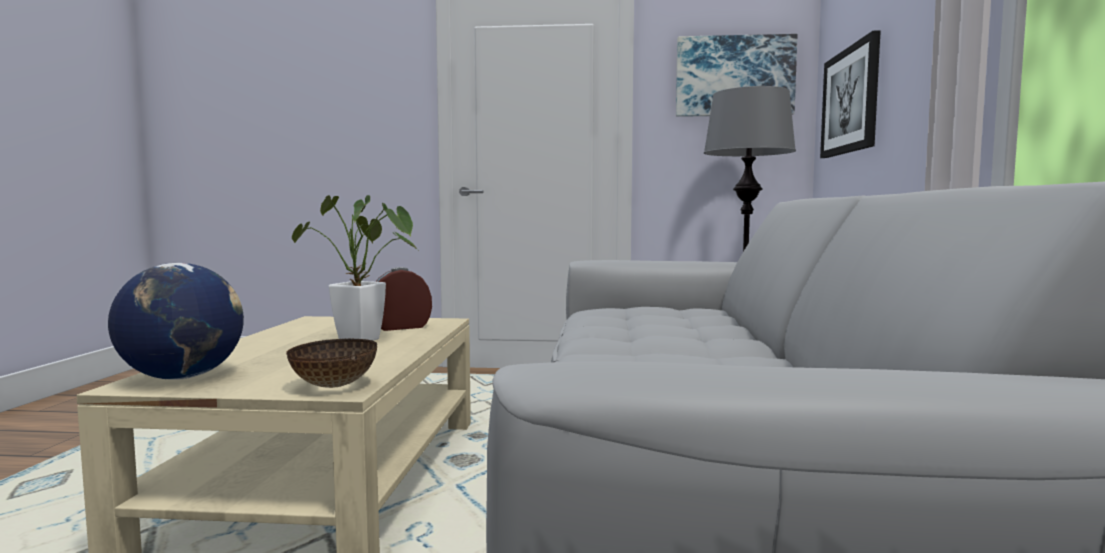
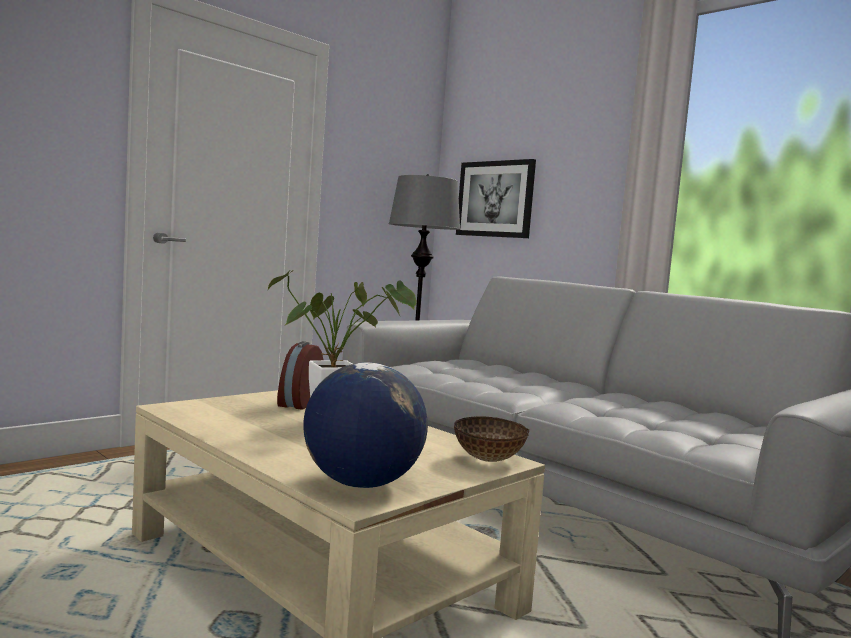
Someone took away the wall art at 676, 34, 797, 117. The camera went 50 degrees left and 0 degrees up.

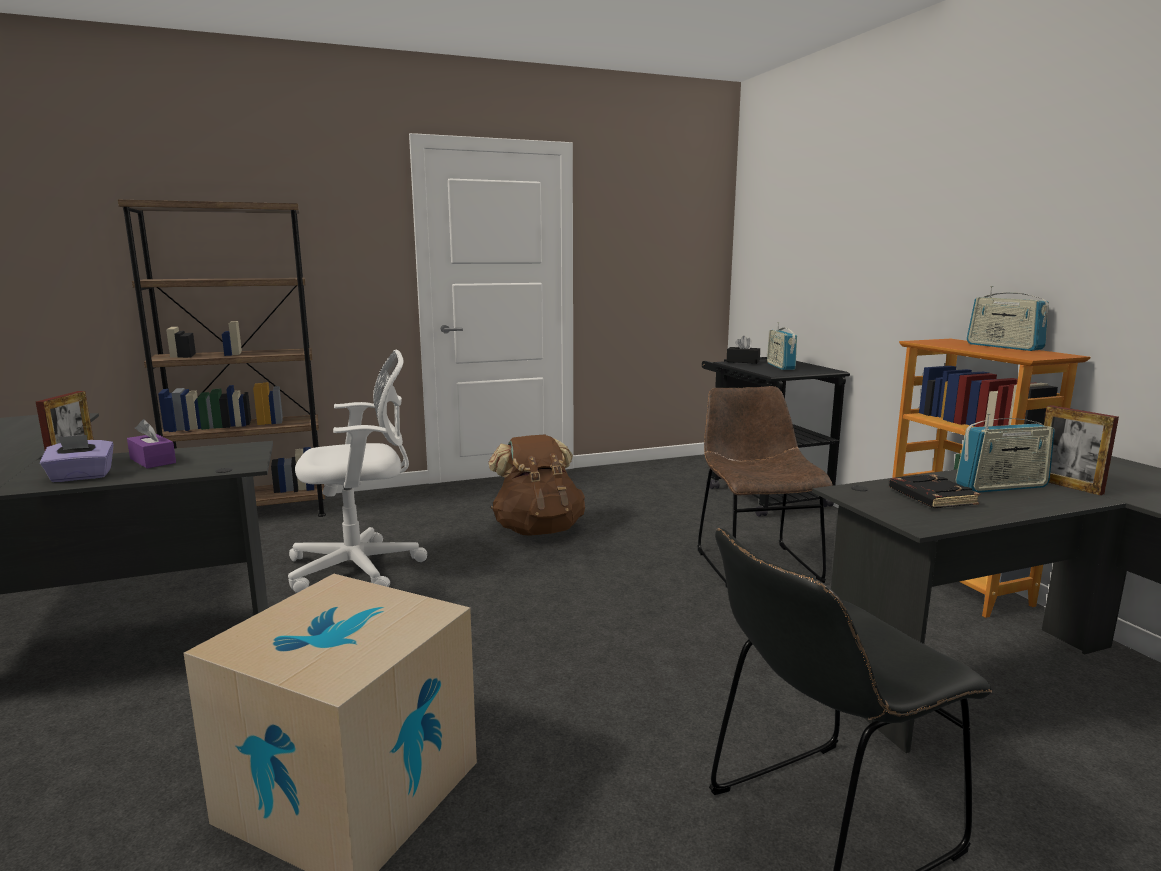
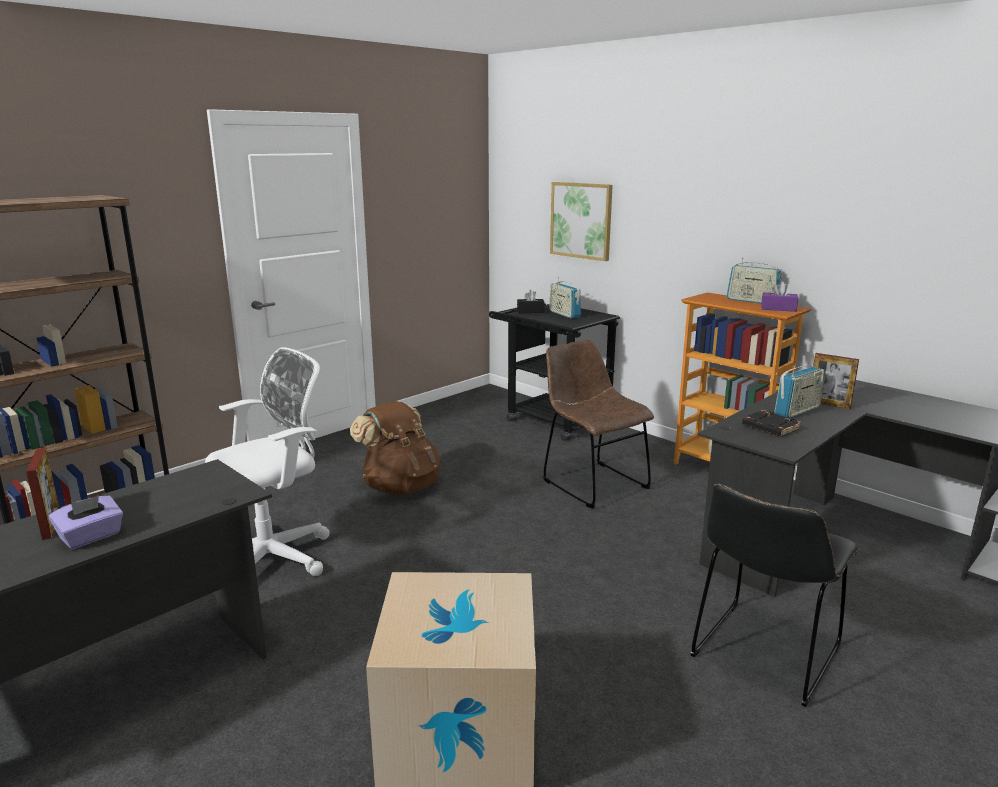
Someone put up the wall art at 550, 182, 613, 261. Someone carried the tissue box in purplish from 127, 419, 176, 469 to 761, 281, 798, 312. The camera went 25 degrees left and 5 degrees up.

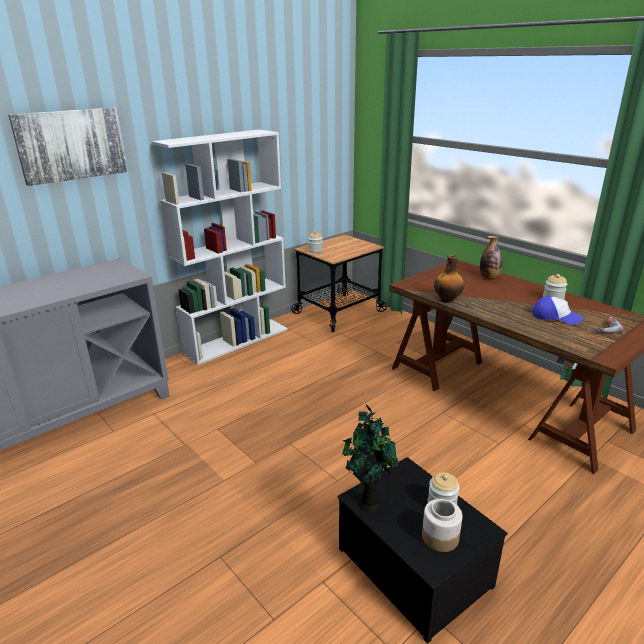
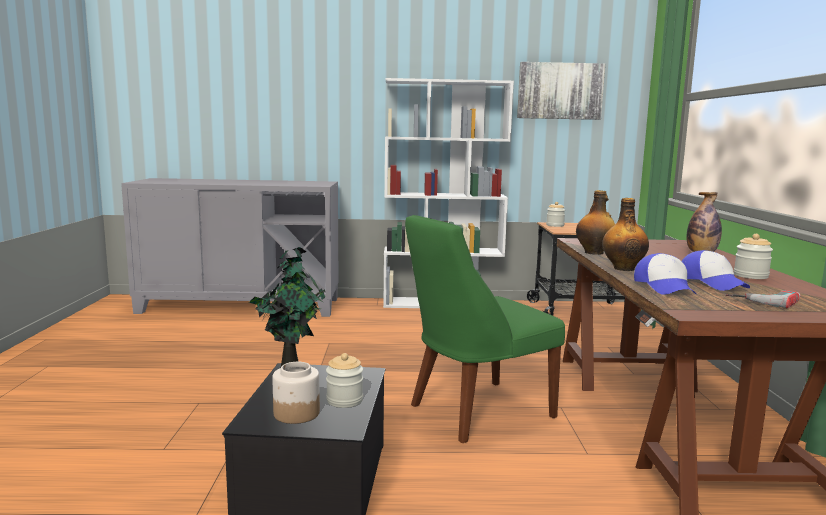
Someone put down the plain chair in greenish at 405, 215, 565, 443. Someone carried the wall art from 8, 107, 128, 186 to 517, 62, 605, 120. Someone put down the drink bottle at 602, 198, 649, 271. Someone put down the cap at 634, 253, 696, 295. The camera went 40 degrees right and 15 degrees down.

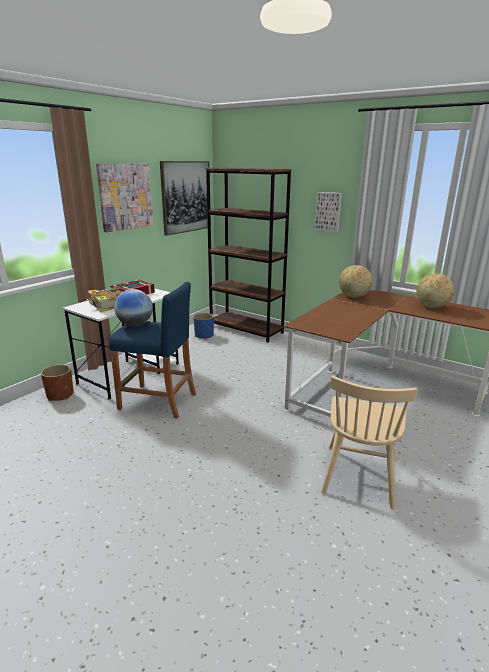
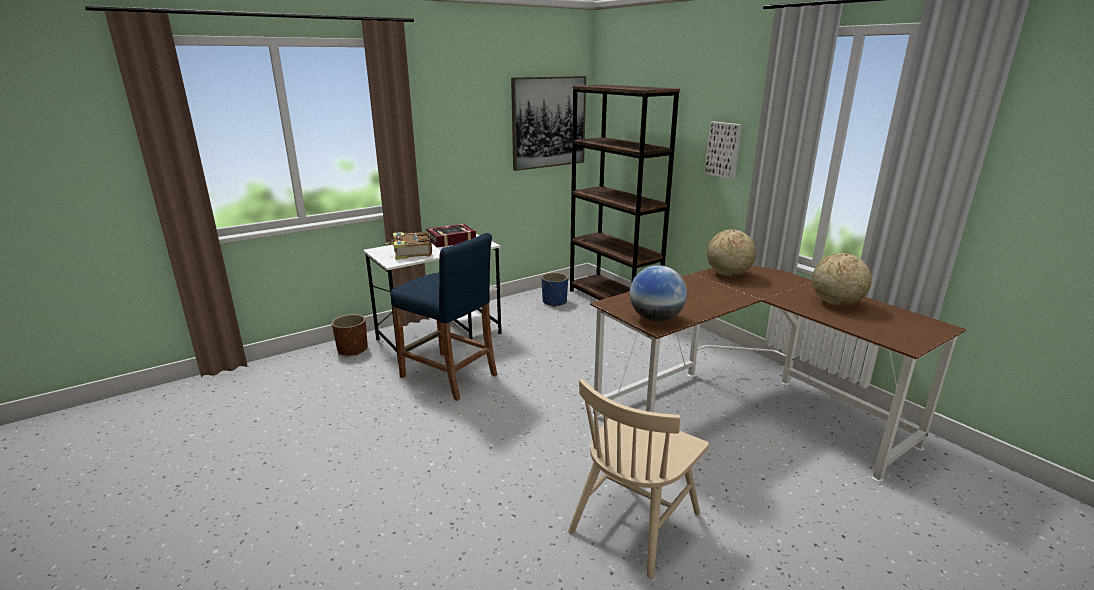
Someone carried the desk globe from 114, 289, 153, 326 to 630, 265, 687, 322. Someone took away the wall art at 96, 163, 153, 232. The camera went 20 degrees right and 0 degrees up.

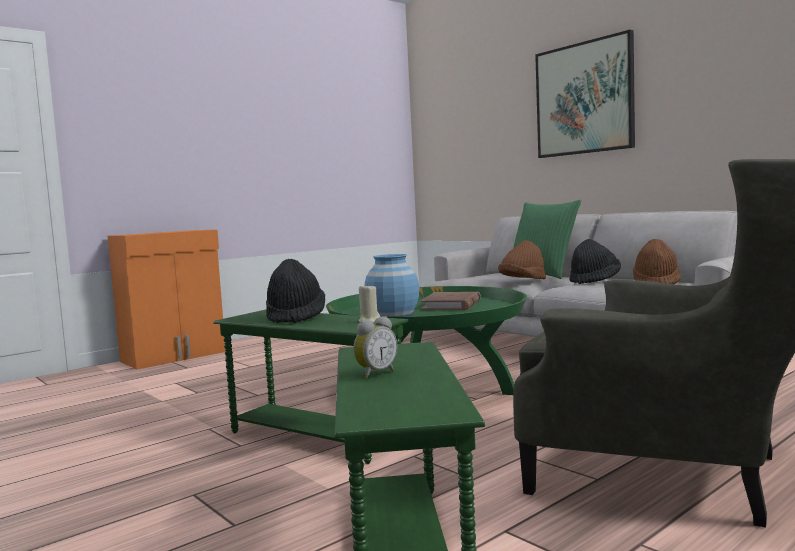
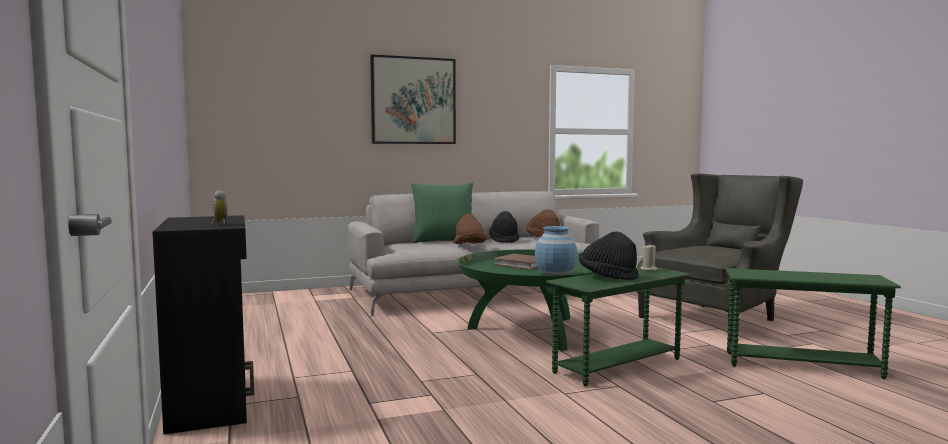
Someone repainted the cabinet in orangey at 108, 230, 225, 369, which became the cabinet in blackish at 153, 215, 254, 434. Someone carried the alarm clock from 354, 316, 398, 379 to 211, 190, 228, 226. The camera went 70 degrees left and 0 degrees up.

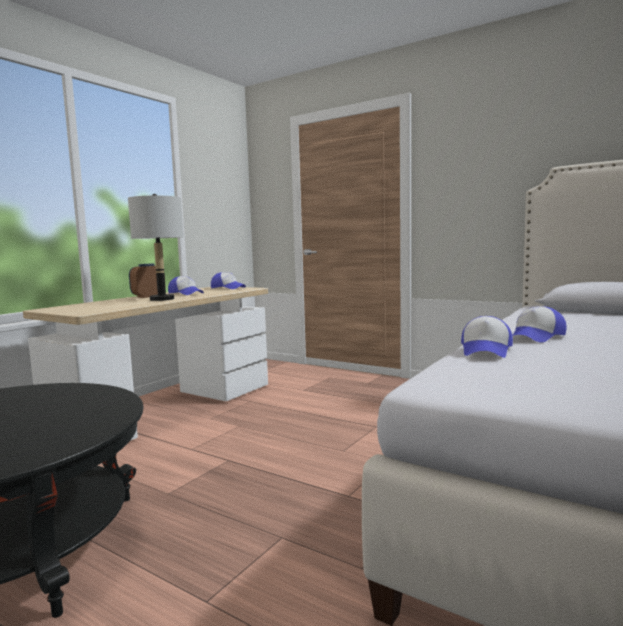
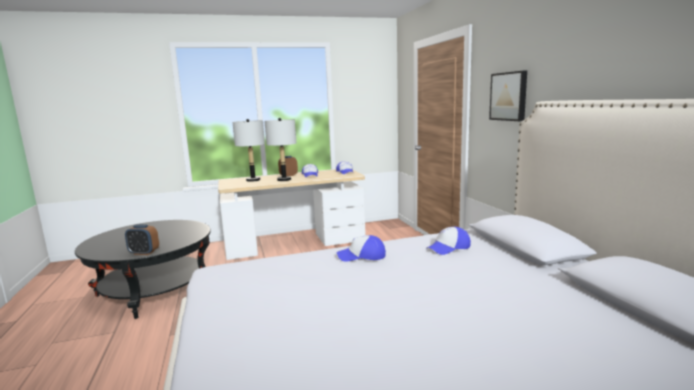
Someone put down the alarm clock at 125, 224, 159, 255. Someone put down the lamp for a table in greyish at 232, 119, 265, 182. Someone carried the cap from 461, 316, 513, 358 to 427, 227, 471, 255. Someone put up the wall art at 489, 71, 527, 121. The camera went 40 degrees right and 5 degrees up.

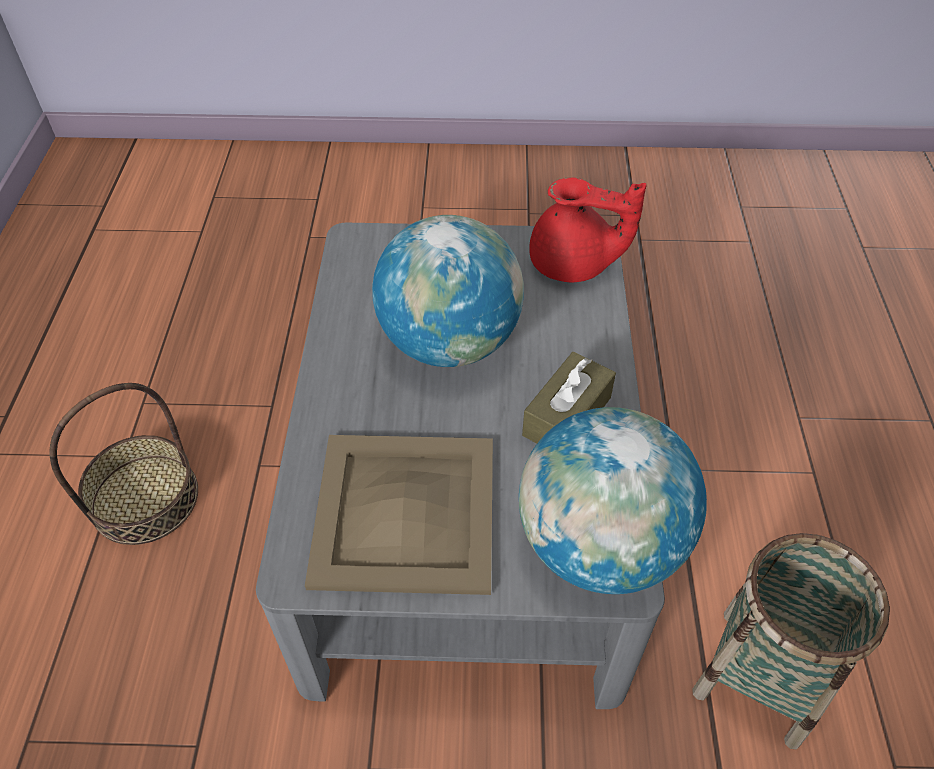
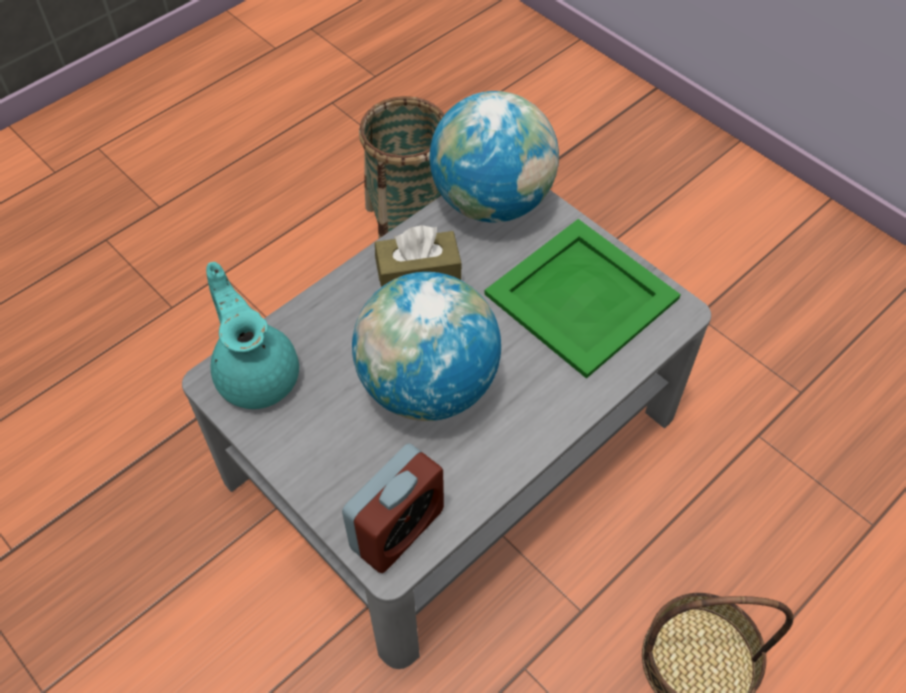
Someone repainted the tea pot in red-coloured at 529, 177, 646, 282, which became the tea pot in turquoise at 206, 262, 299, 409. Someone put down the alarm clock at 342, 443, 444, 573. Someone repainted the tray in beige at 305, 435, 493, 595, which became the tray in greenish at 484, 219, 681, 379. The camera went 135 degrees left and 5 degrees up.

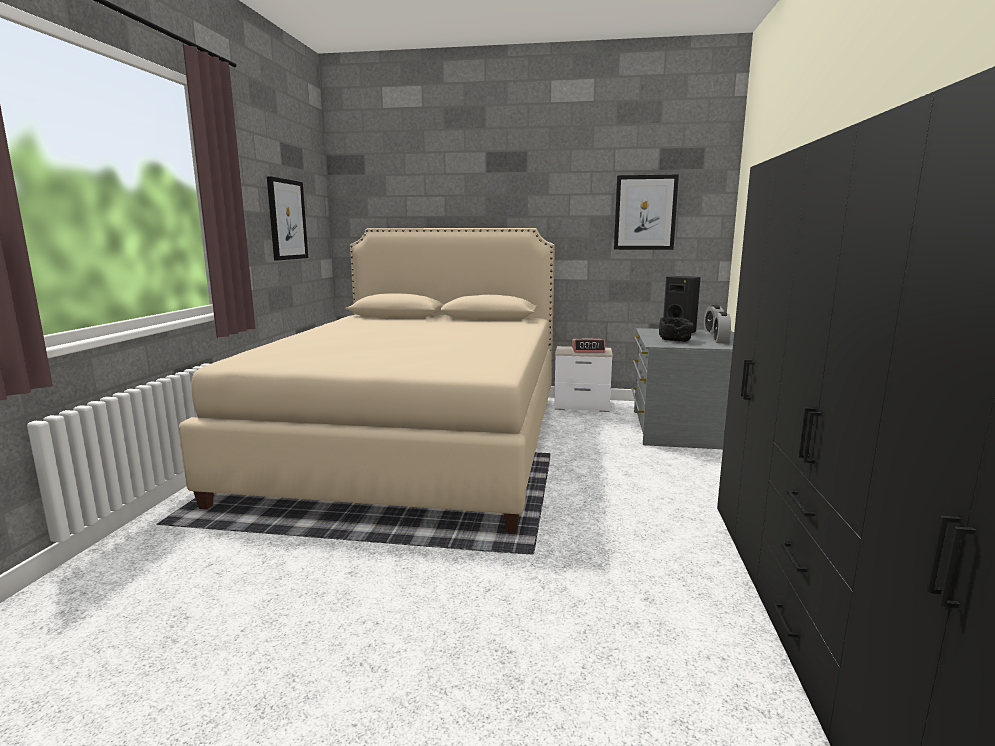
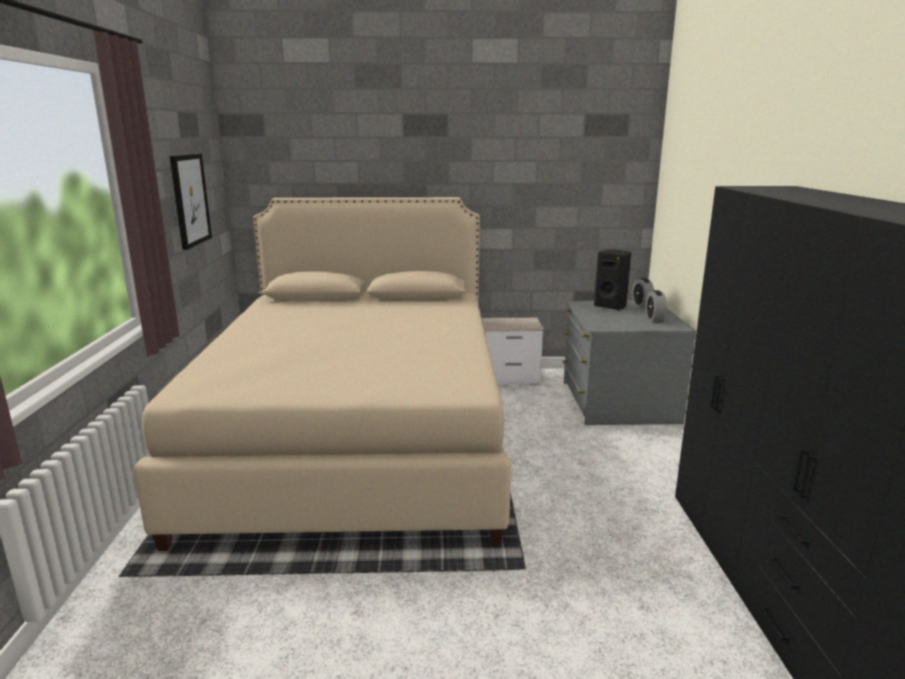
Someone took away the alarm clock at 572, 339, 605, 353. Someone took away the wall art at 614, 175, 679, 250. Someone took away the serving bowl in blackish at 659, 317, 694, 342. The camera went 10 degrees left and 5 degrees up.

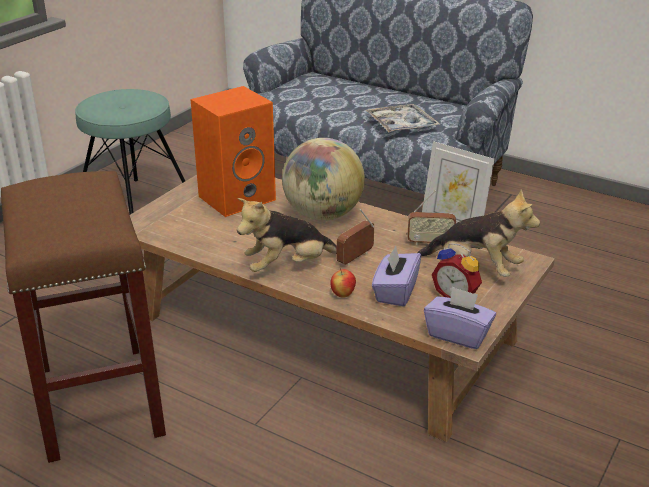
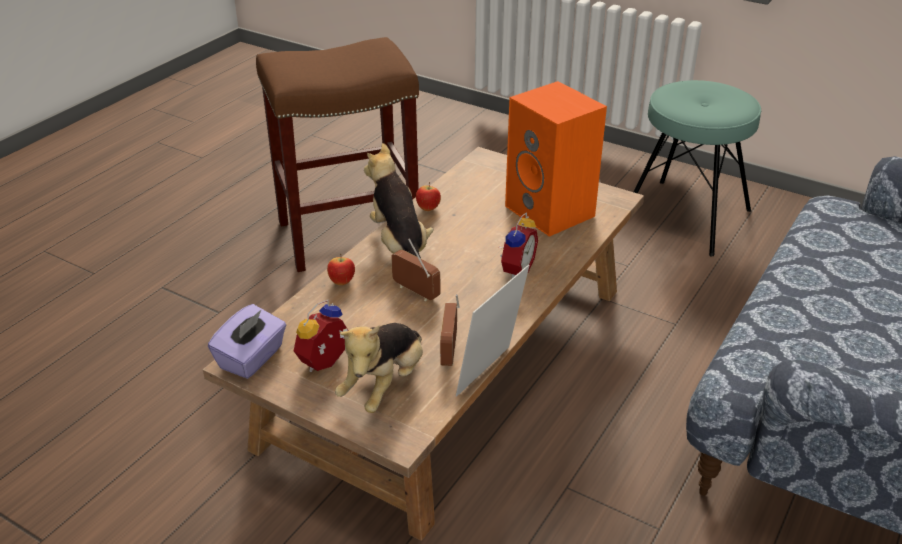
Someone put down the apple at 416, 182, 441, 211. Someone swapped the desk globe at 282, 138, 365, 221 for the alarm clock at 499, 212, 538, 278. Someone took away the tray at 366, 104, 440, 132. Someone took away the tissue box in purplish at 372, 245, 421, 307. The camera went 90 degrees right and 5 degrees up.

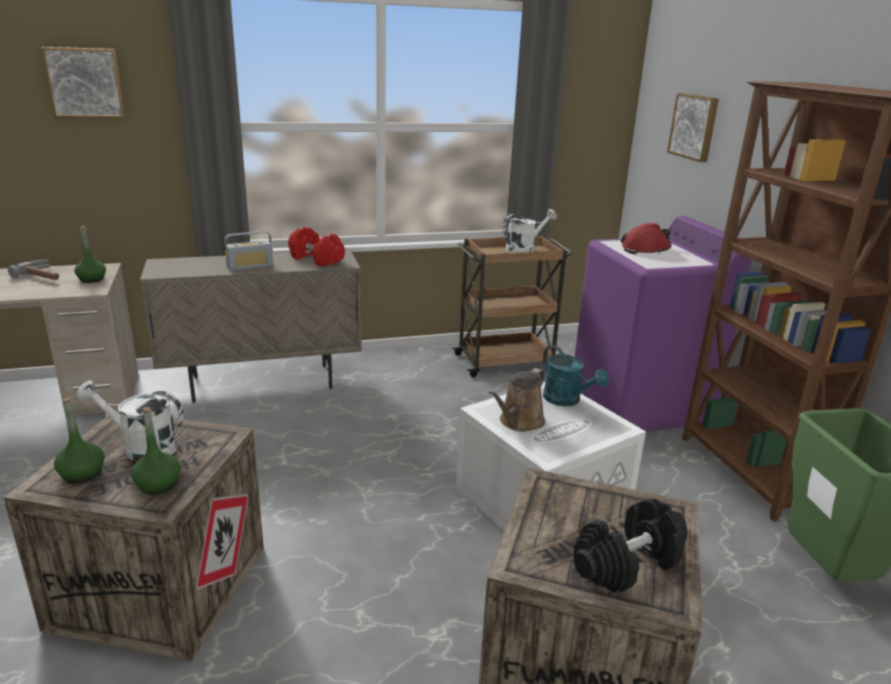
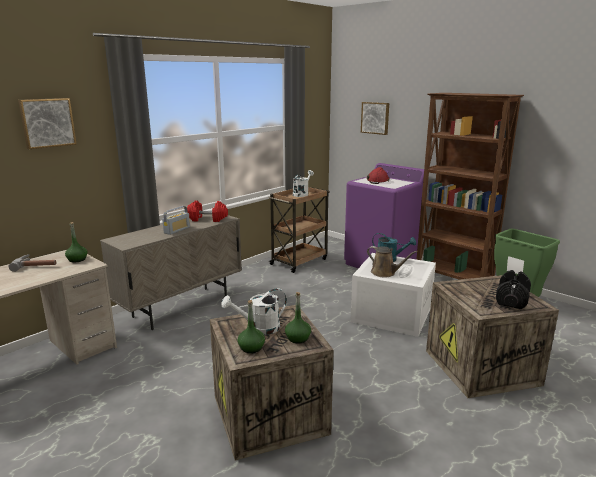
Someone rotated the watering pot in brown-coloured at 489, 368, 545, 432 by 60 degrees counterclockwise. The camera went 30 degrees left and 5 degrees down.

